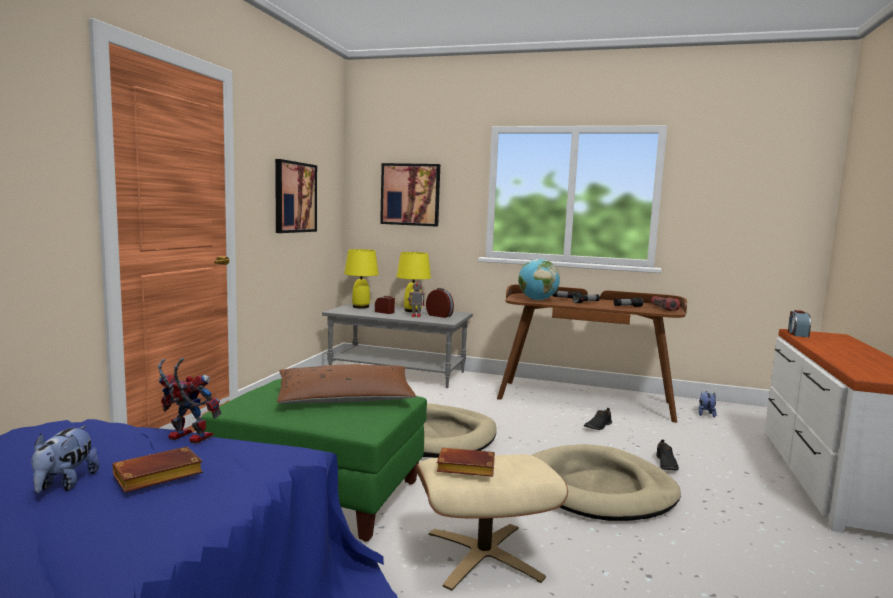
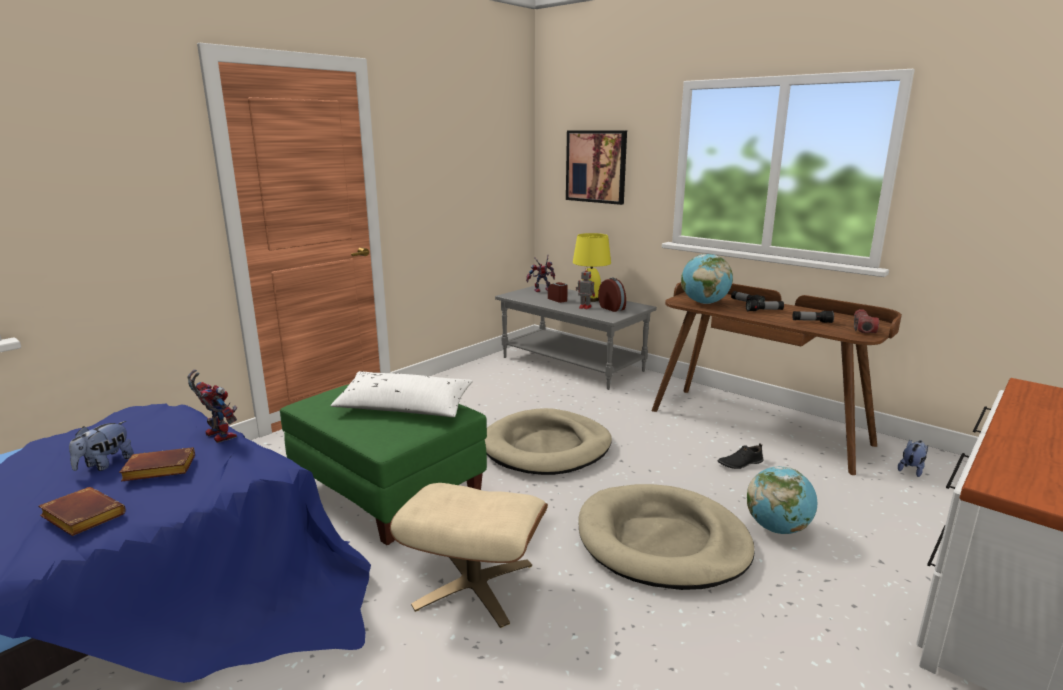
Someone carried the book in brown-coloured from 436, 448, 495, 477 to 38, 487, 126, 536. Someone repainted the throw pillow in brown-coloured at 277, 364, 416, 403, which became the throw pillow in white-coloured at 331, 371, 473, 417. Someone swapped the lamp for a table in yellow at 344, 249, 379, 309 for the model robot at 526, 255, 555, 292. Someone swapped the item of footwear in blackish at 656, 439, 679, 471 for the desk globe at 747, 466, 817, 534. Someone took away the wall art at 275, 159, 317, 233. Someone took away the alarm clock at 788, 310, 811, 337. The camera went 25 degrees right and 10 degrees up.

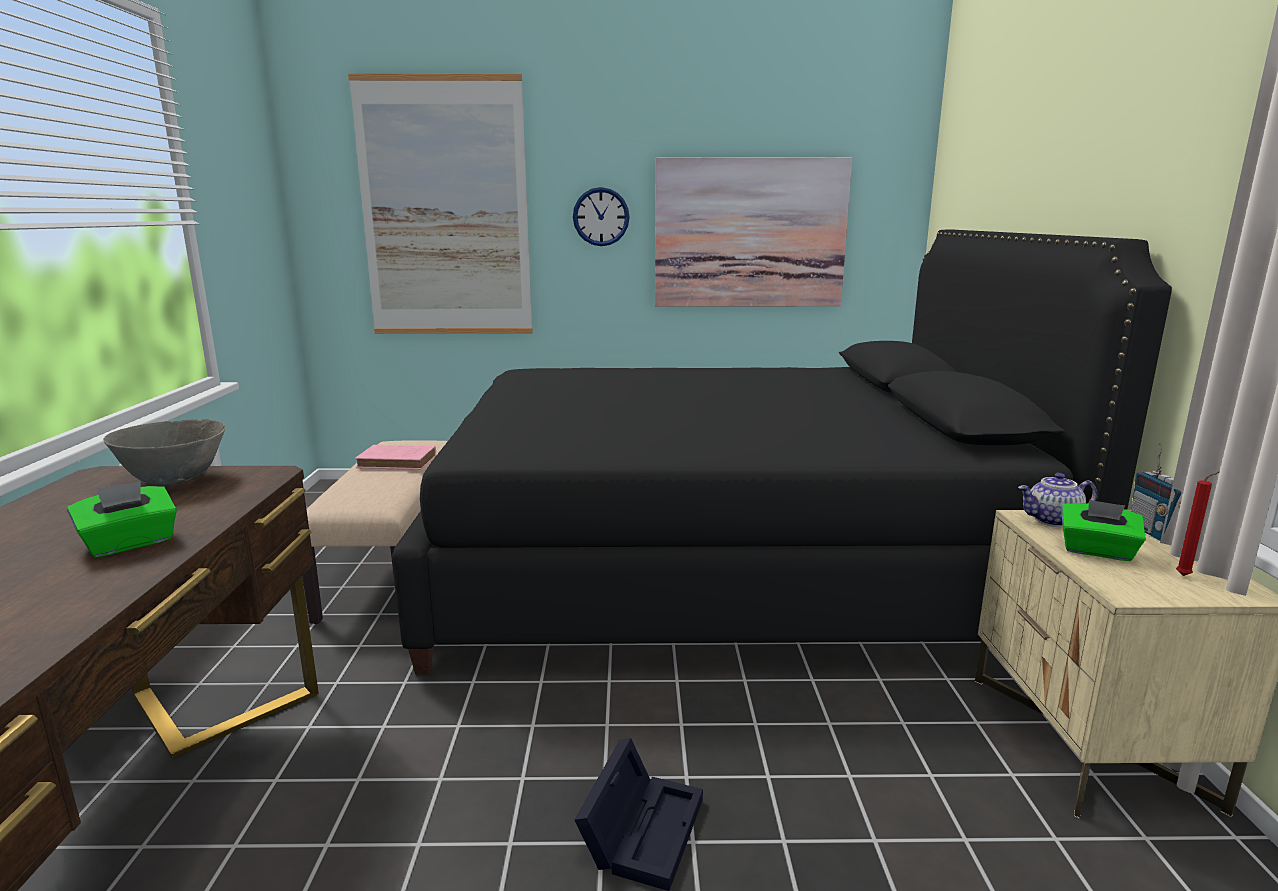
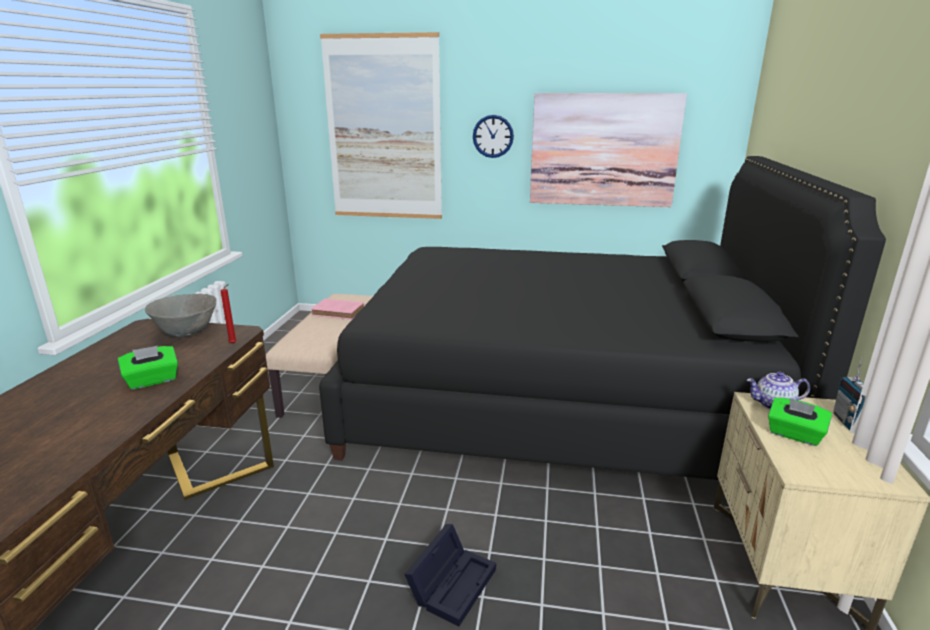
Someone carried the wax light in red-coloured from 1176, 472, 1220, 576 to 220, 284, 237, 344. The camera went 10 degrees right and 5 degrees up.

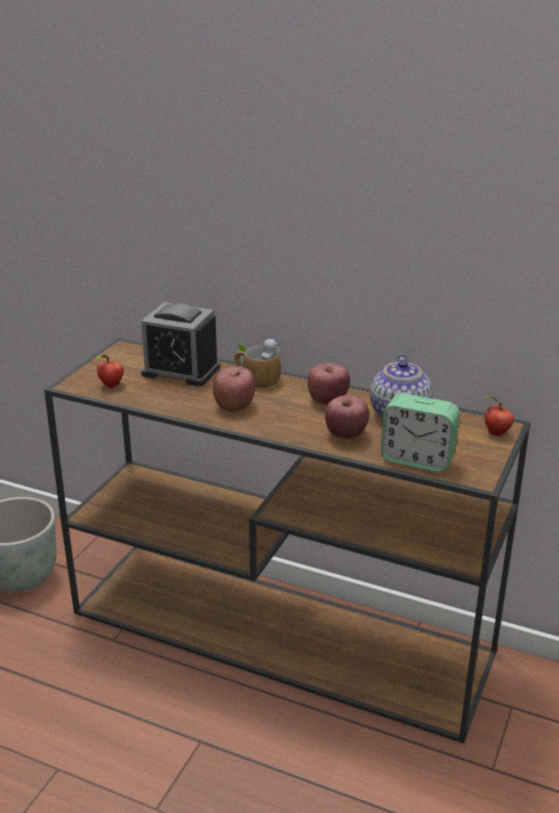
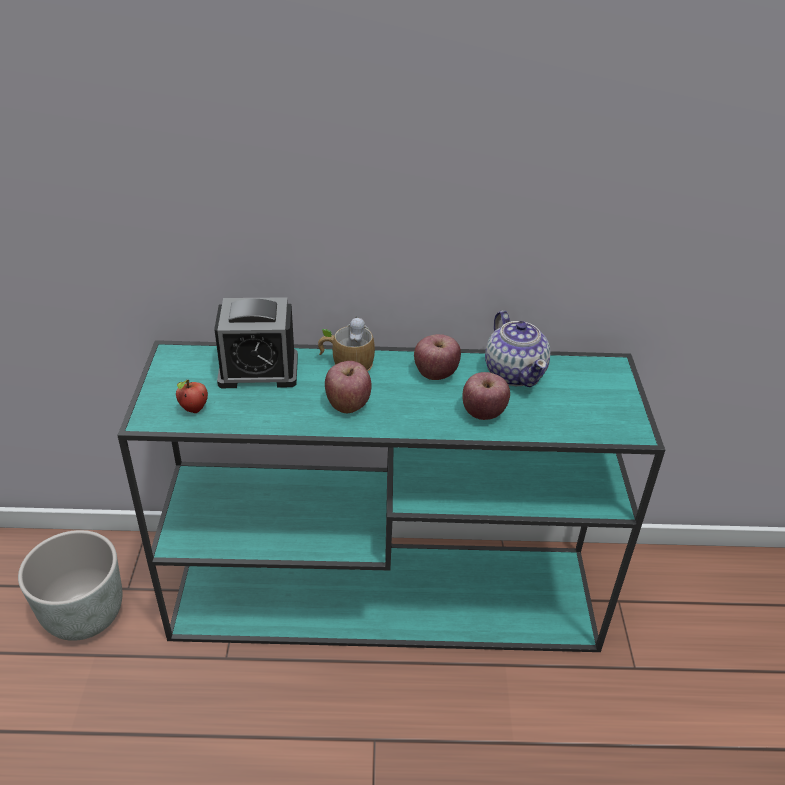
Someone repainted the hall table in brown-coloured at 44, 338, 530, 744, which became the hall table in turquoise at 117, 340, 665, 652. Someone took away the alarm clock at 381, 393, 460, 472. Someone took away the apple at 482, 396, 514, 436. The camera went 25 degrees left and 10 degrees up.

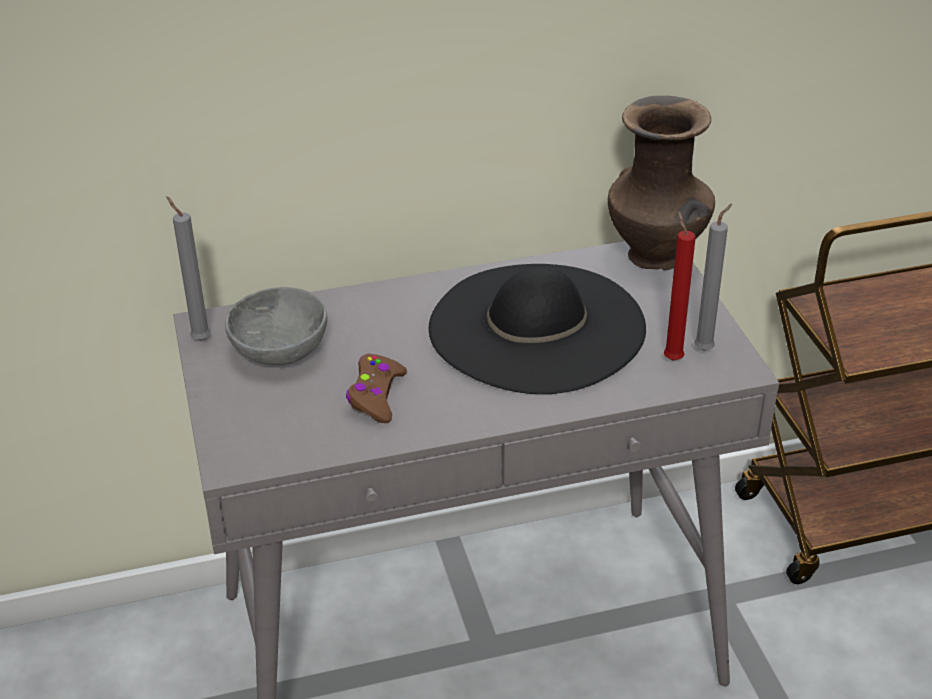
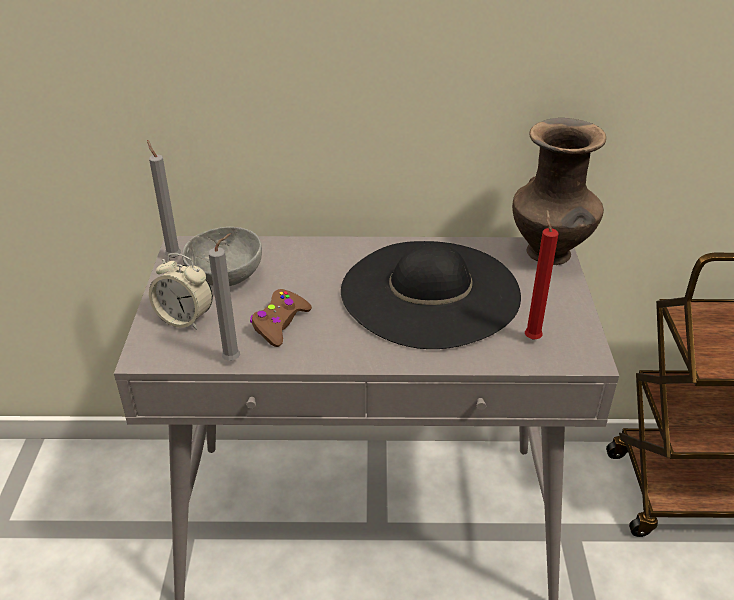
Someone put down the alarm clock at 149, 253, 213, 330. Someone carried the wax light in greyish from 694, 204, 732, 351 to 209, 233, 240, 361. The camera went 15 degrees right and 0 degrees up.

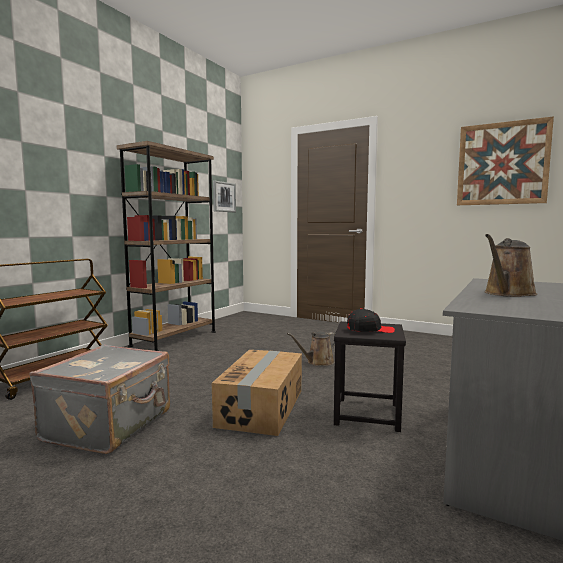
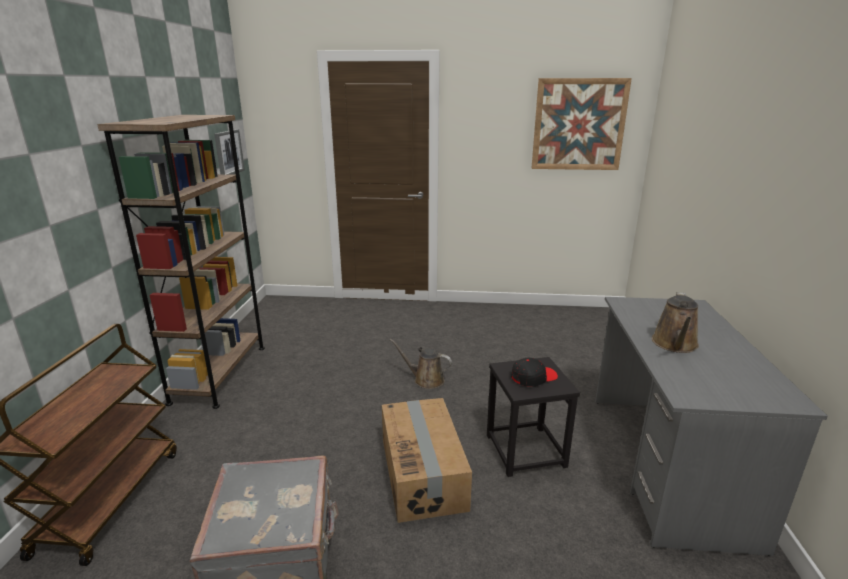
Someone rotated the watering pot in brown-coloured at 287, 331, 335, 366 by 75 degrees clockwise. The camera went 25 degrees left and 15 degrees up.

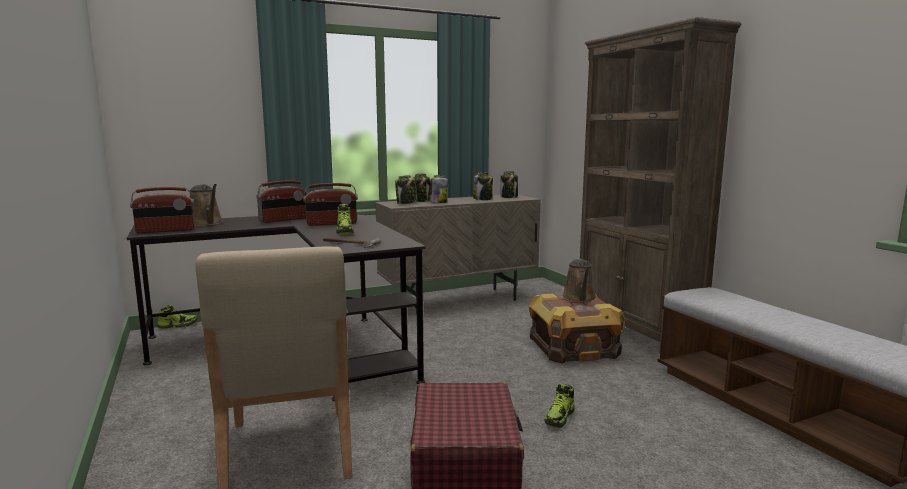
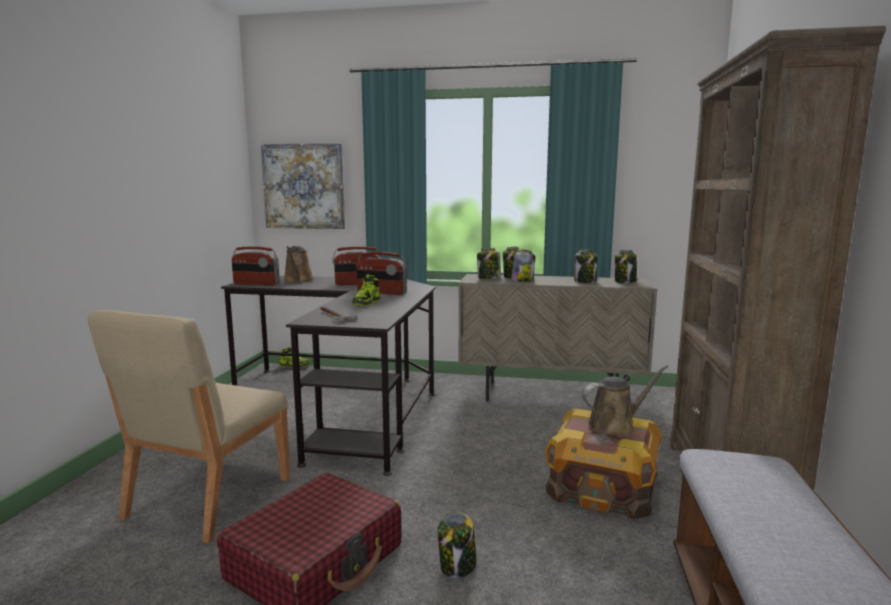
Someone put up the wall art at 261, 143, 345, 229. Someone swapped the item of footwear at 545, 383, 575, 428 for the preserve jar at 438, 512, 476, 578. Someone rotated the watering pot in brown-coloured at 562, 259, 597, 303 by 150 degrees counterclockwise. The camera went 35 degrees right and 0 degrees up.

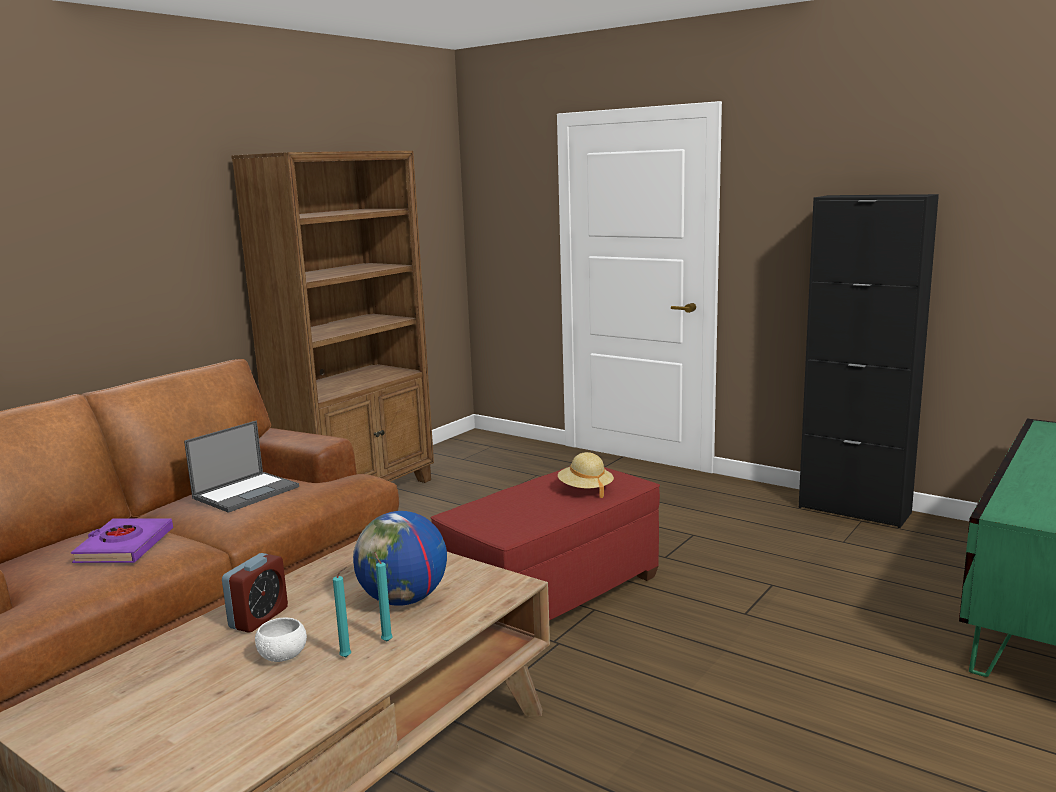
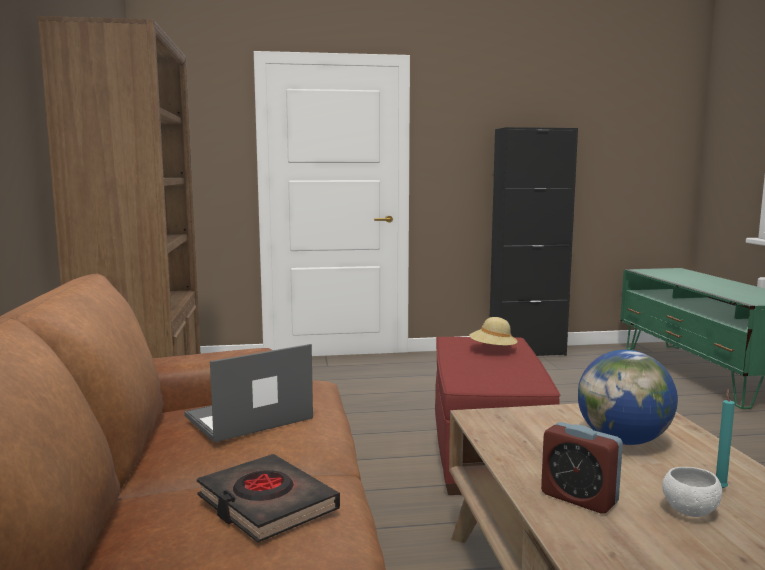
Someone rotated the notebook computer at 184, 421, 299, 513 by 120 degrees counterclockwise. Someone repainted the book in purplish at 71, 518, 173, 563, which became the book in blackish at 197, 454, 340, 543. Someone rotated the alarm clock at 222, 553, 288, 633 by 150 degrees clockwise. Someone took away the wax light in turquoise at 375, 552, 393, 641. The camera went 45 degrees left and 5 degrees down.

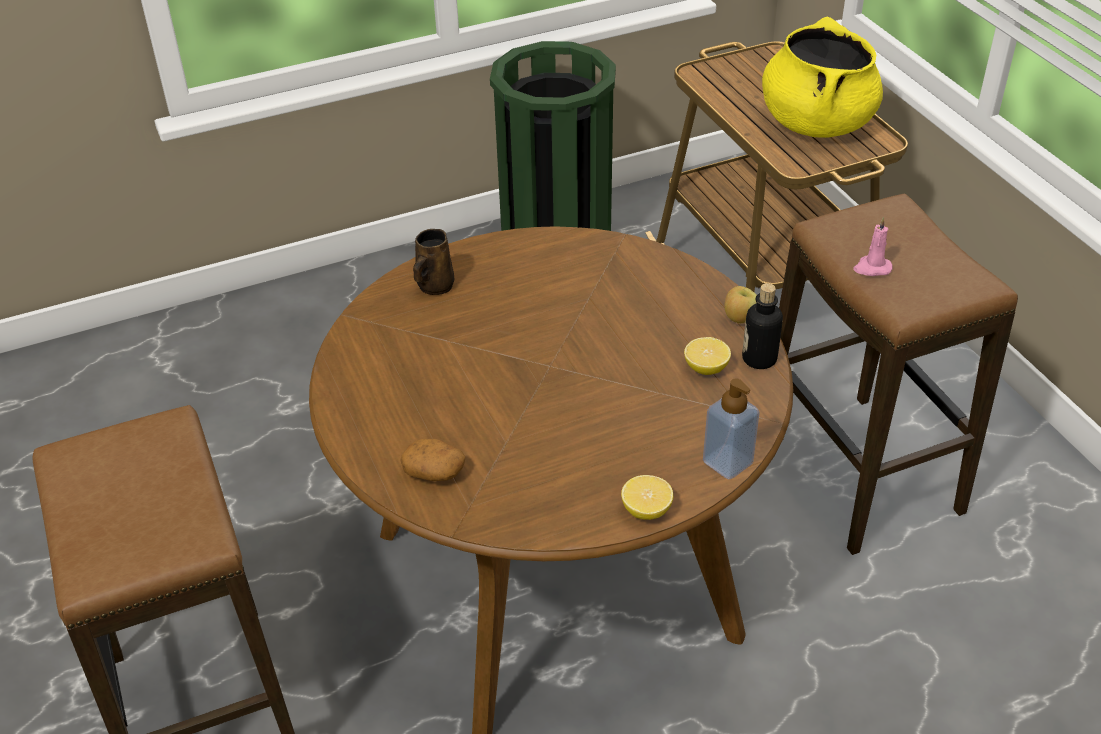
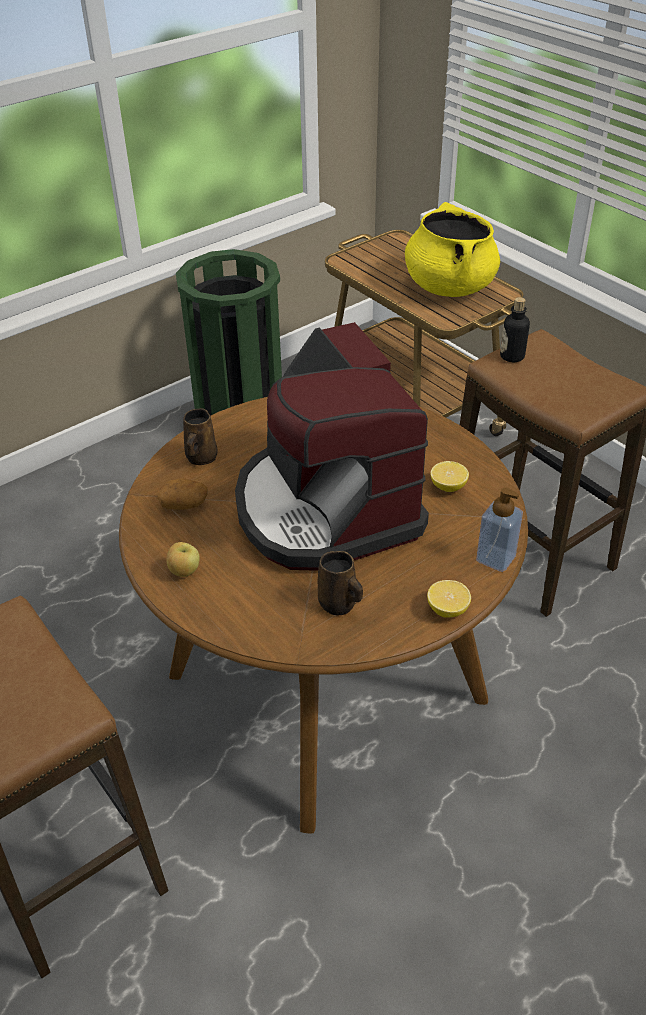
Someone carried the spud from 400, 439, 465, 481 to 157, 478, 207, 510. Someone carried the apple from 724, 286, 757, 323 to 167, 542, 200, 577. Someone put down the coffee brewer at 235, 322, 429, 571. Someone put down the mug in brown-coloured at 318, 551, 363, 616. Someone carried the drink bottle from 742, 283, 783, 369 to 500, 297, 530, 362. Someone took away the wax light in pink-coloured at 853, 217, 892, 276. The camera went 15 degrees left and 0 degrees up.

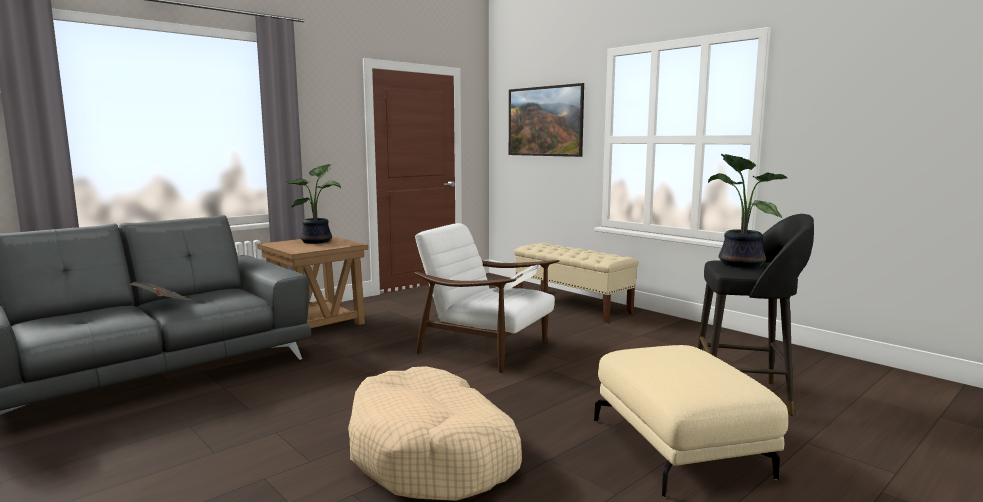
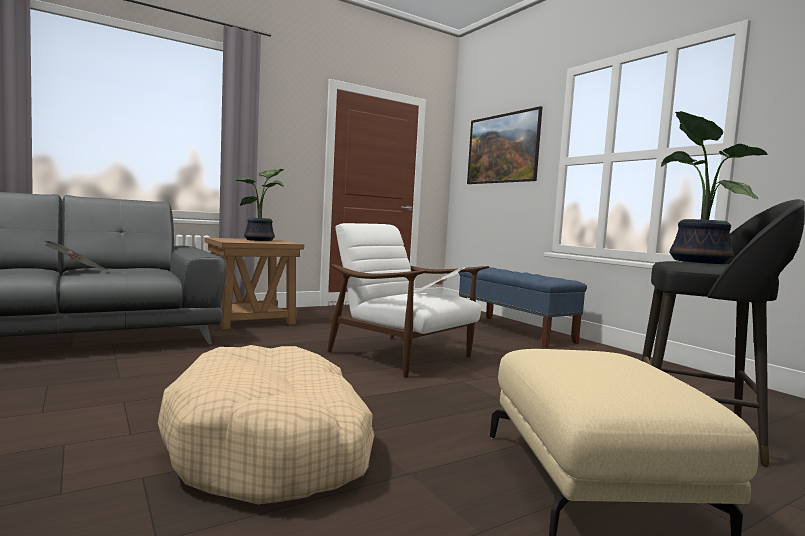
Someone repainted the bench in beige at 514, 243, 639, 323, which became the bench in blue-coloured at 459, 267, 587, 348. The camera went 10 degrees right and 5 degrees down.

